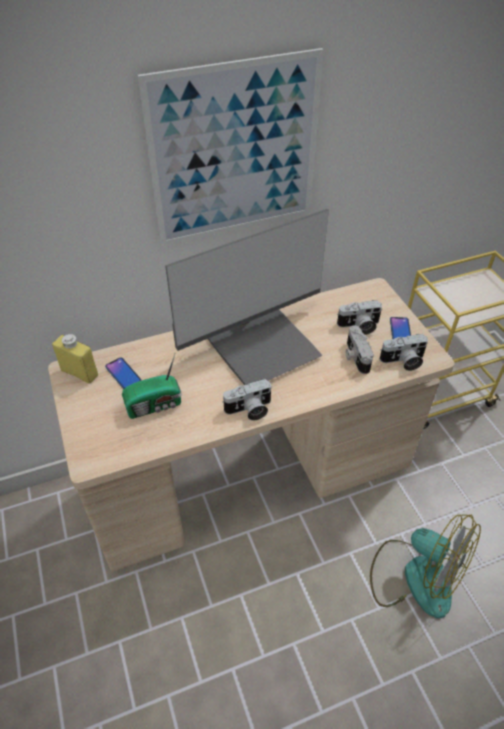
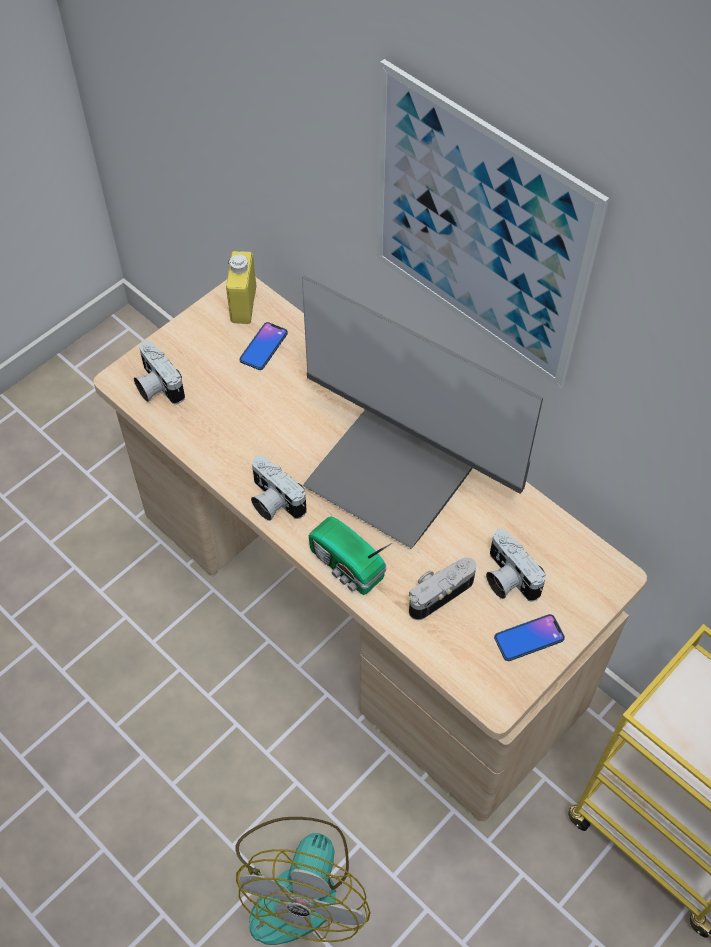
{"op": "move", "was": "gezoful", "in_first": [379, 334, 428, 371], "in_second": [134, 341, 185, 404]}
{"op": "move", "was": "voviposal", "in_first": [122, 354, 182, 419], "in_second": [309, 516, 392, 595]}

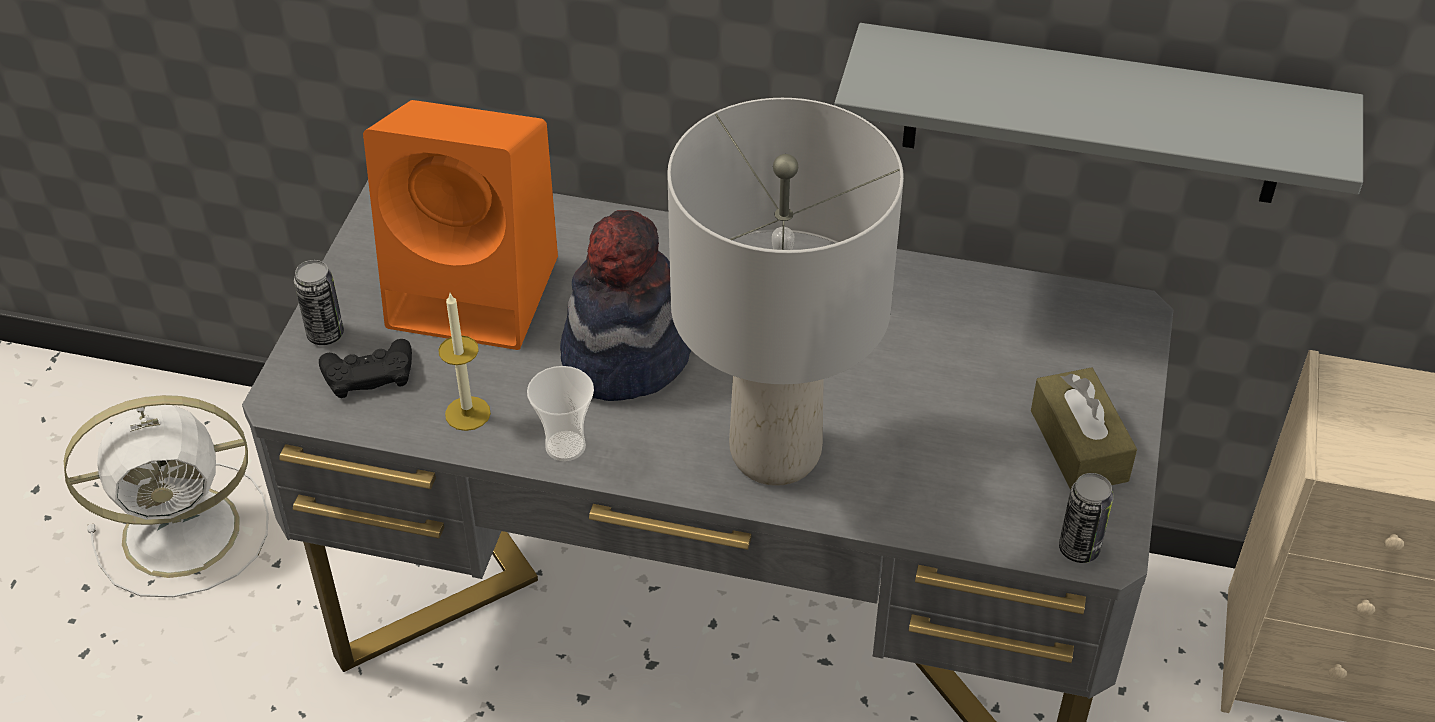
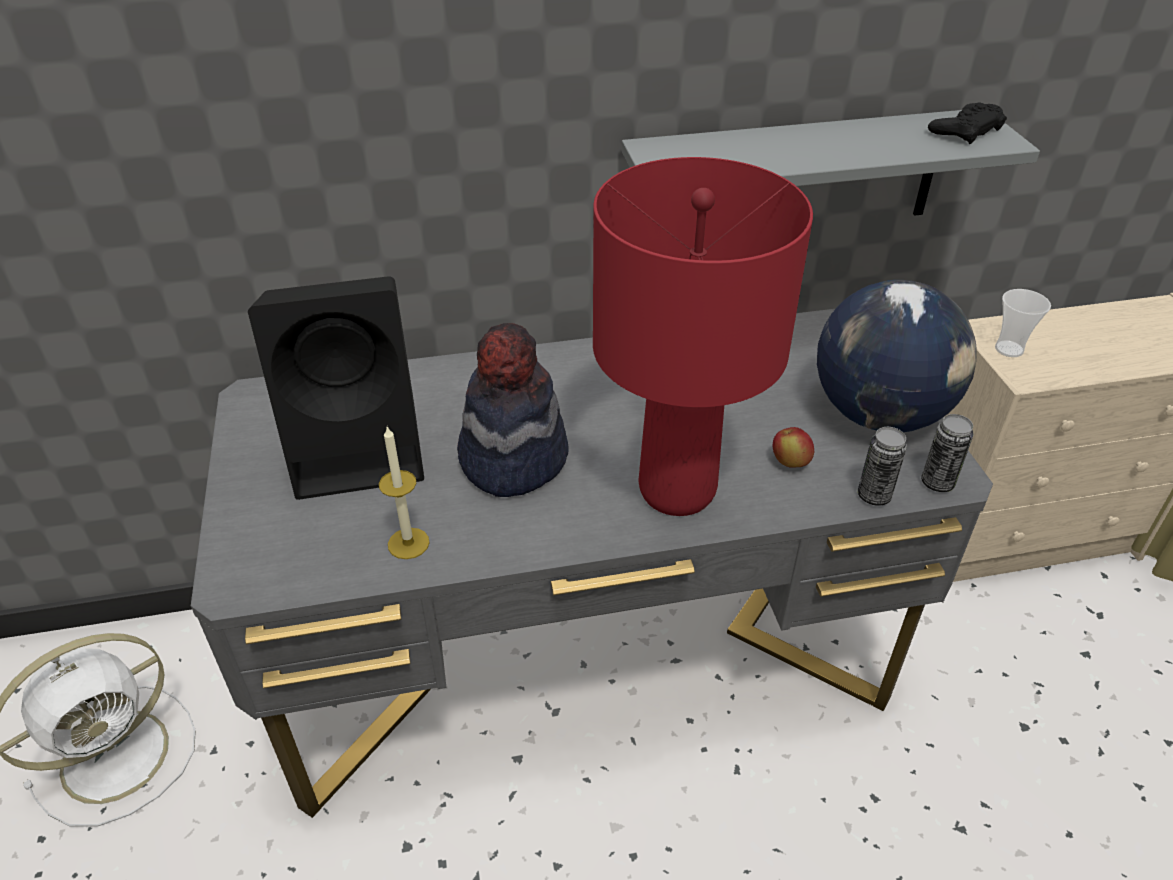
{"op": "recolor", "was": "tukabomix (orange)", "now": "tukabomix (black)", "in_first": [363, 100, 558, 350], "in_second": [248, 276, 424, 500]}
{"op": "recolor", "was": "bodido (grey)", "now": "bodido (red)", "in_first": [667, 98, 904, 486], "in_second": [593, 157, 813, 516]}
{"op": "insert", "now": "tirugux", "in_second": [773, 427, 814, 468]}
{"op": "replace", "was": "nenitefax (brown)", "now": "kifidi", "in_first": [1031, 367, 1137, 490], "in_second": [817, 280, 977, 432]}
{"op": "move", "was": "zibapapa", "in_first": [294, 260, 344, 345], "in_second": [858, 427, 907, 506]}
{"op": "move", "was": "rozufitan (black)", "in_first": [319, 339, 412, 398], "in_second": [928, 102, 1007, 144]}
{"op": "move", "was": "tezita", "in_first": [527, 366, 594, 461], "in_second": [995, 289, 1051, 357]}

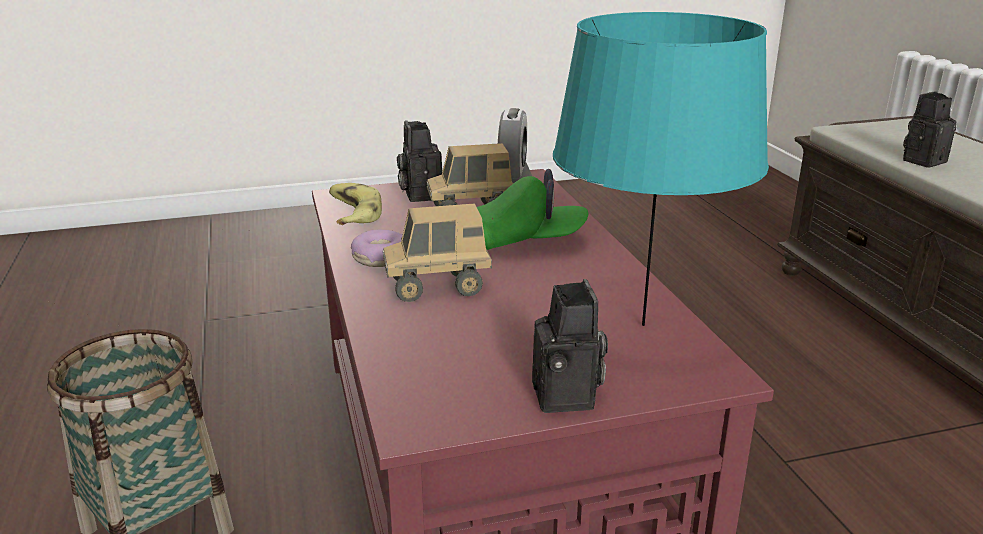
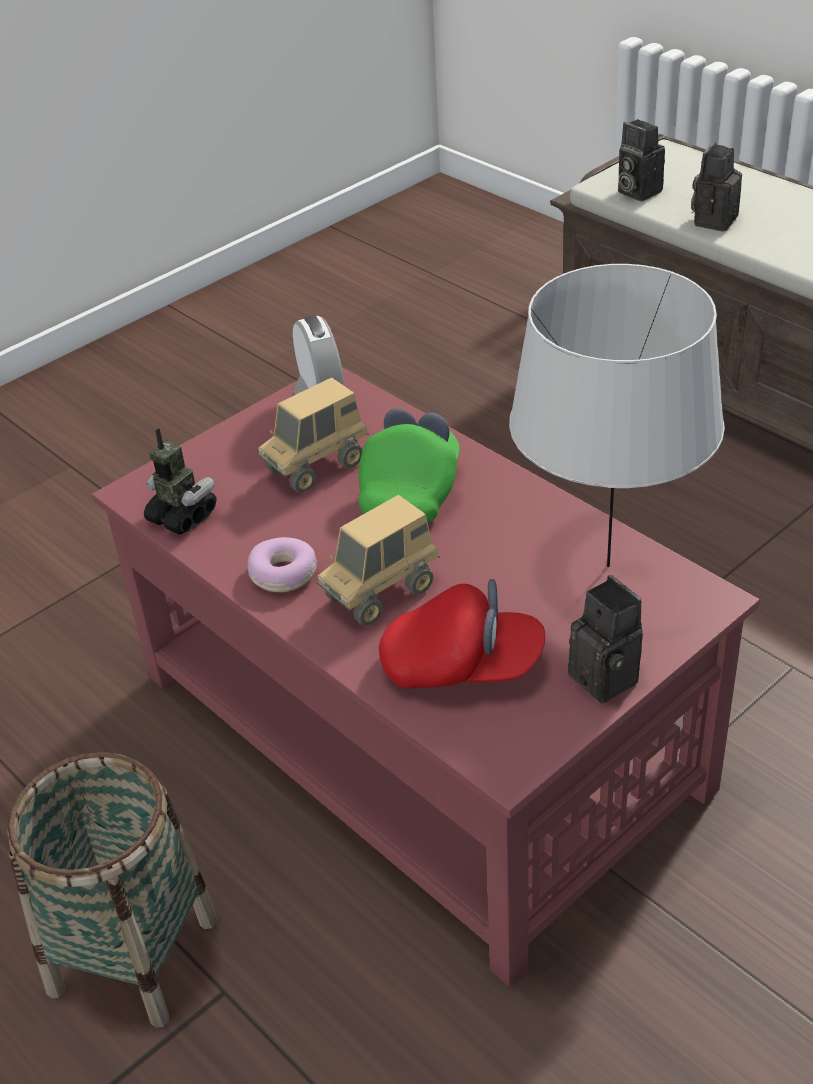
{"op": "replace", "was": "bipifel", "now": "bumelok", "in_first": [329, 183, 382, 225], "in_second": [144, 428, 217, 535]}
{"op": "rotate", "was": "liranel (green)", "in_first": [477, 169, 588, 250], "in_second": [358, 408, 460, 524], "clockwise": -45}
{"op": "insert", "now": "liranel (red)", "in_second": [379, 579, 545, 689]}
{"op": "recolor", "was": "bodido (turquoise)", "now": "bodido (grey)", "in_first": [553, 12, 769, 326], "in_second": [509, 264, 725, 567]}
{"op": "move", "was": "gezoful", "in_first": [397, 120, 442, 202], "in_second": [618, 119, 665, 201]}

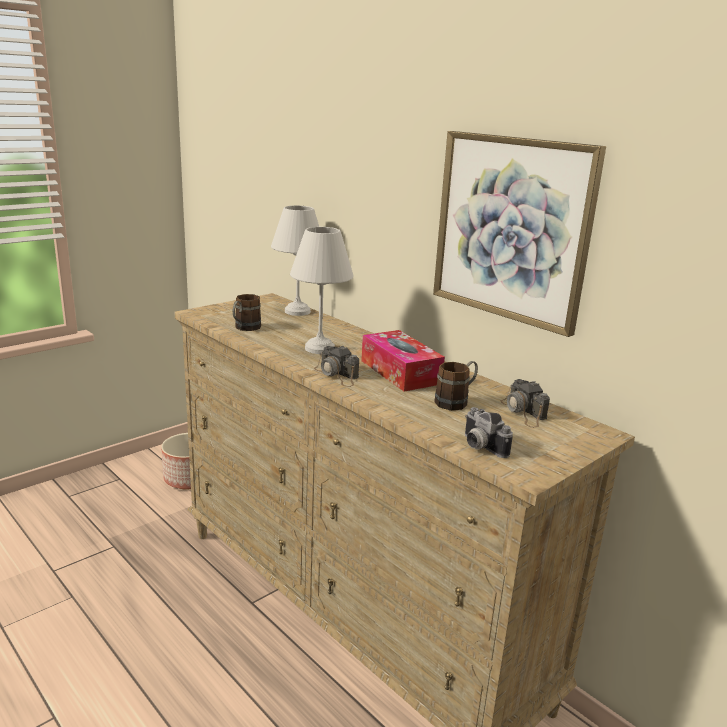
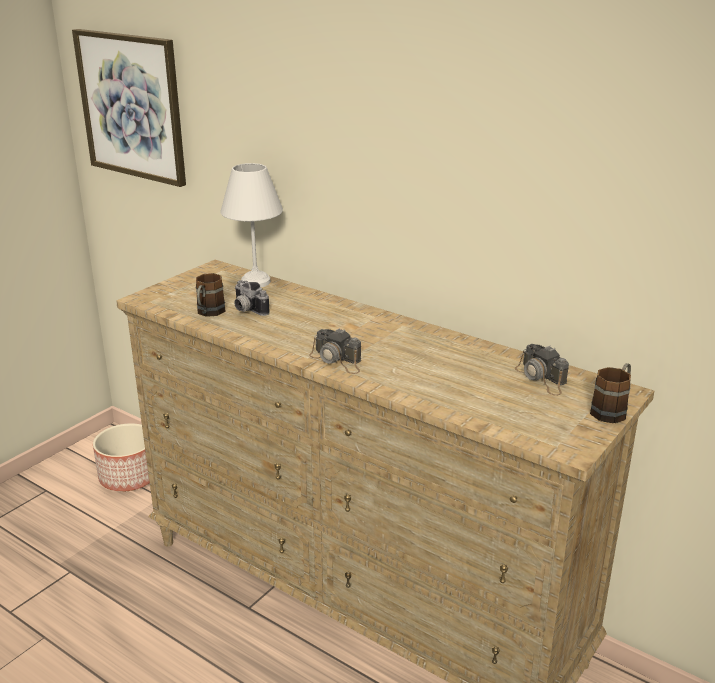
{"op": "move", "was": "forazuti", "in_first": [433, 131, 606, 337], "in_second": [72, 29, 186, 187]}
{"op": "move", "was": "gezoful", "in_first": [465, 407, 513, 458], "in_second": [234, 280, 270, 316]}
{"op": "move", "was": "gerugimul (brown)", "in_first": [434, 361, 478, 410], "in_second": [590, 363, 631, 423]}
{"op": "delete", "was": "bodido (white)", "in_first": [290, 227, 353, 354]}
{"op": "delete", "was": "nenitefax", "in_first": [361, 330, 445, 392]}

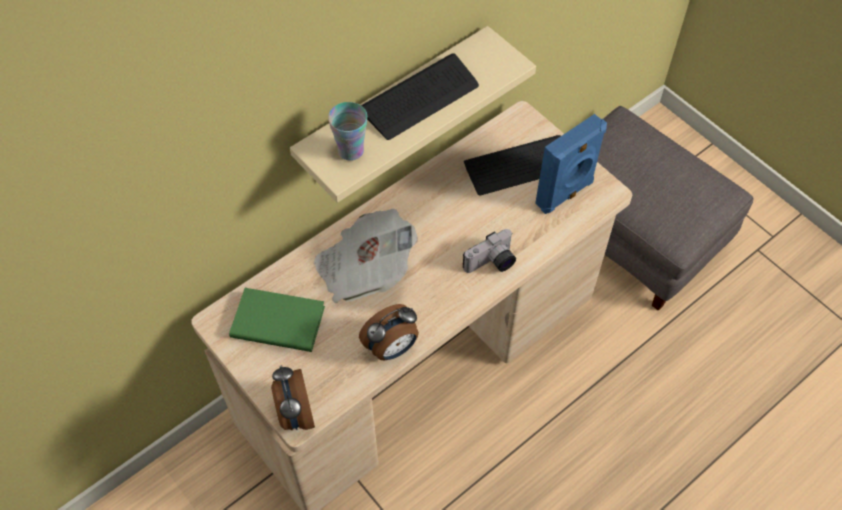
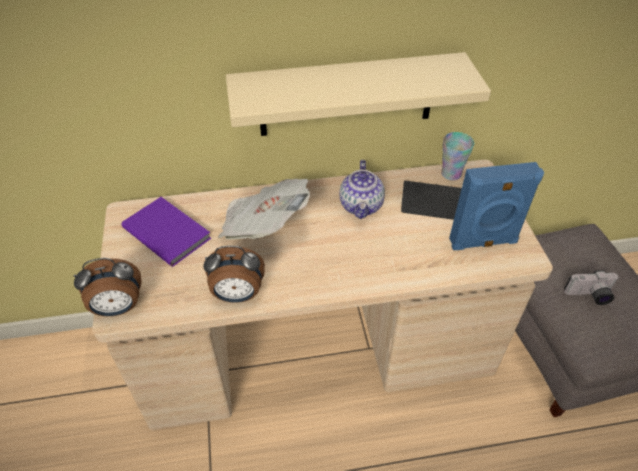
{"op": "rotate", "was": "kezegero", "in_first": [271, 365, 315, 430], "in_second": [73, 258, 142, 316], "clockwise": -120}
{"op": "recolor", "was": "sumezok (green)", "now": "sumezok (purple)", "in_first": [229, 288, 325, 352], "in_second": [122, 197, 211, 267]}
{"op": "insert", "now": "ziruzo", "in_second": [339, 160, 385, 219]}
{"op": "move", "was": "tezita", "in_first": [328, 102, 367, 161], "in_second": [441, 132, 474, 180]}
{"op": "move", "was": "gezoful", "in_first": [463, 229, 516, 273], "in_second": [564, 270, 619, 305]}
{"op": "delete", "was": "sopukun", "in_first": [361, 53, 479, 140]}

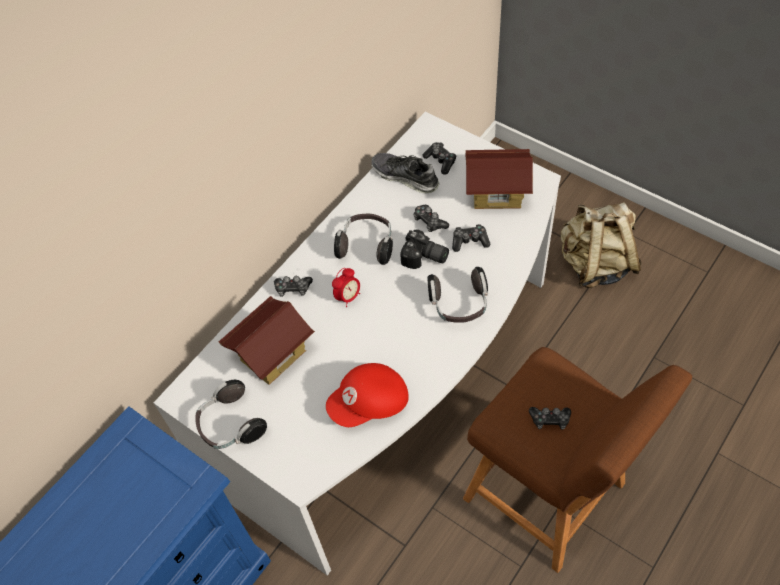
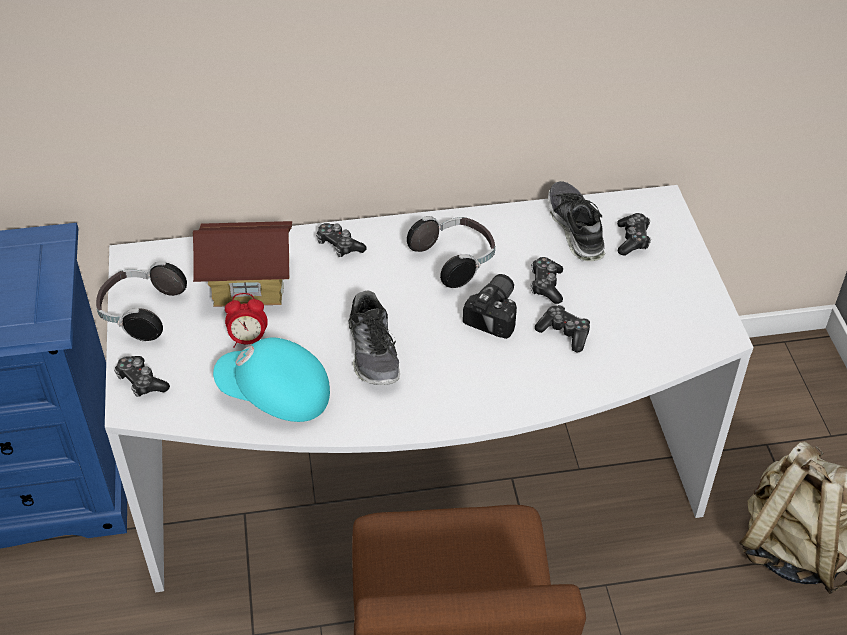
{"op": "move", "was": "rozufitan", "in_first": [529, 407, 571, 430], "in_second": [114, 356, 170, 397]}
{"op": "recolor", "was": "liranel (red)", "now": "liranel (turquoise)", "in_first": [326, 363, 409, 427], "in_second": [213, 337, 330, 422]}
{"op": "move", "was": "kezegero", "in_first": [332, 268, 360, 307], "in_second": [225, 293, 268, 348]}
{"op": "insert", "now": "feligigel", "in_second": [349, 291, 400, 385]}
{"op": "rotate", "was": "gezoful", "in_first": [400, 229, 449, 269], "in_second": [463, 274, 517, 339], "clockwise": -135}
{"op": "delete", "was": "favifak", "in_first": [427, 267, 488, 323]}
{"op": "delete", "was": "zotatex", "in_first": [465, 149, 533, 209]}

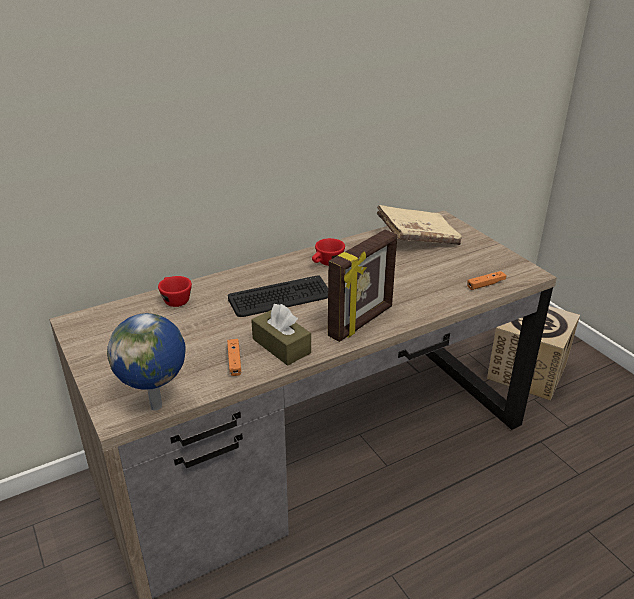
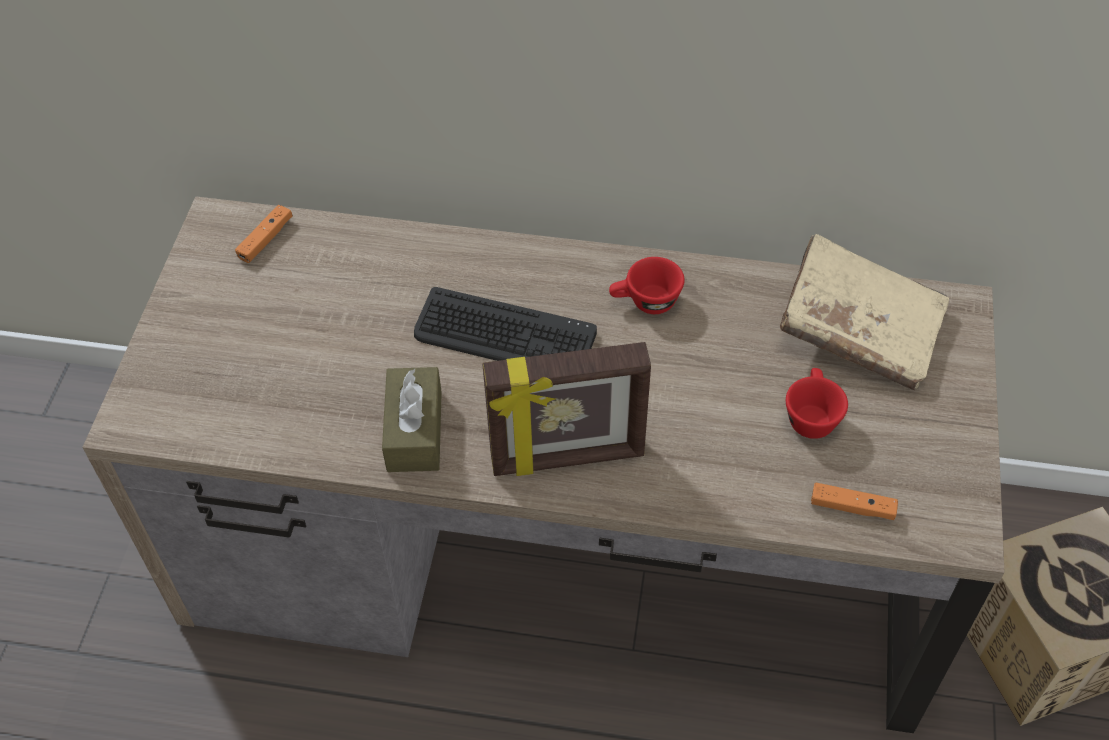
{"op": "move", "was": "rozufitan (orange)", "in_first": [227, 339, 241, 376], "in_second": [235, 205, 293, 263]}
{"op": "move", "was": "tezita (red)", "in_first": [158, 276, 192, 307], "in_second": [786, 368, 848, 439]}
{"op": "delete", "was": "kifidi", "in_first": [107, 313, 186, 411]}

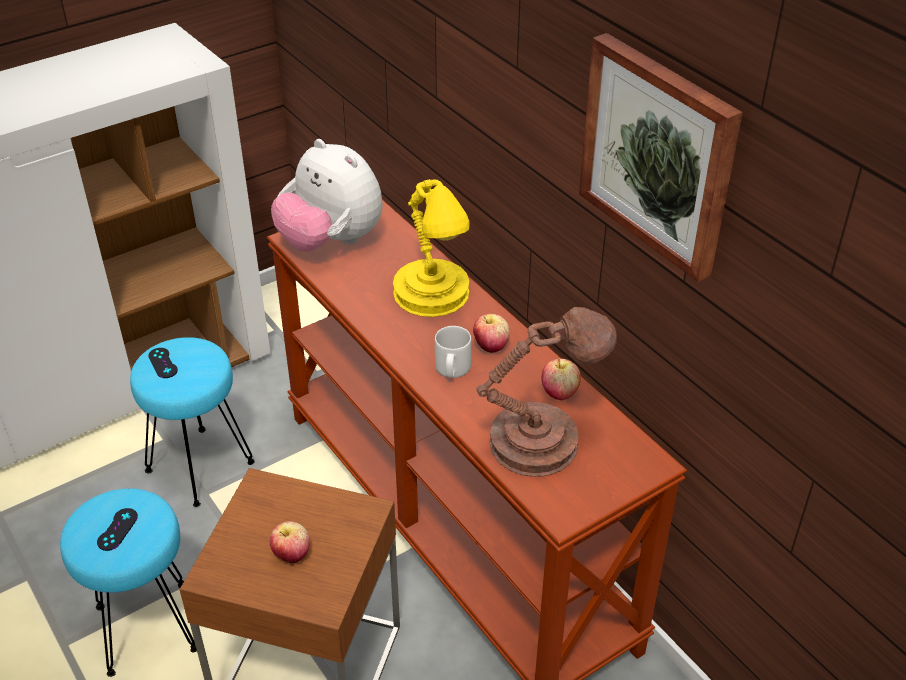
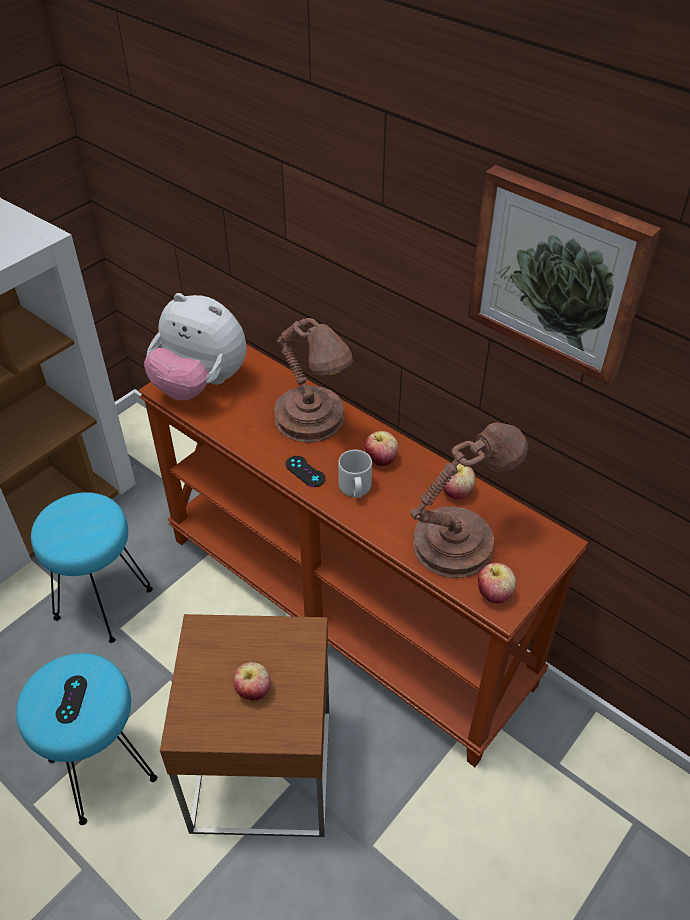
{"op": "recolor", "was": "bodido (yellow)", "now": "bodido (brown)", "in_first": [393, 179, 470, 317], "in_second": [274, 318, 353, 443]}
{"op": "move", "was": "rozufitan (black)", "in_first": [148, 348, 178, 378], "in_second": [285, 456, 326, 487]}
{"op": "insert", "now": "tirugux", "in_second": [478, 563, 516, 603]}

